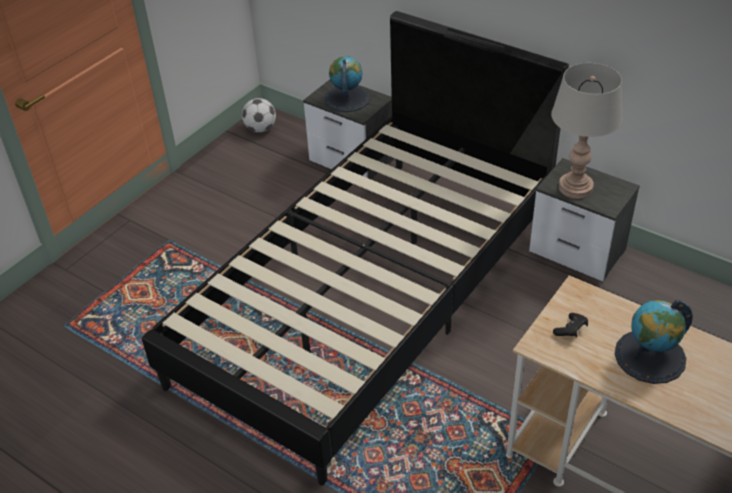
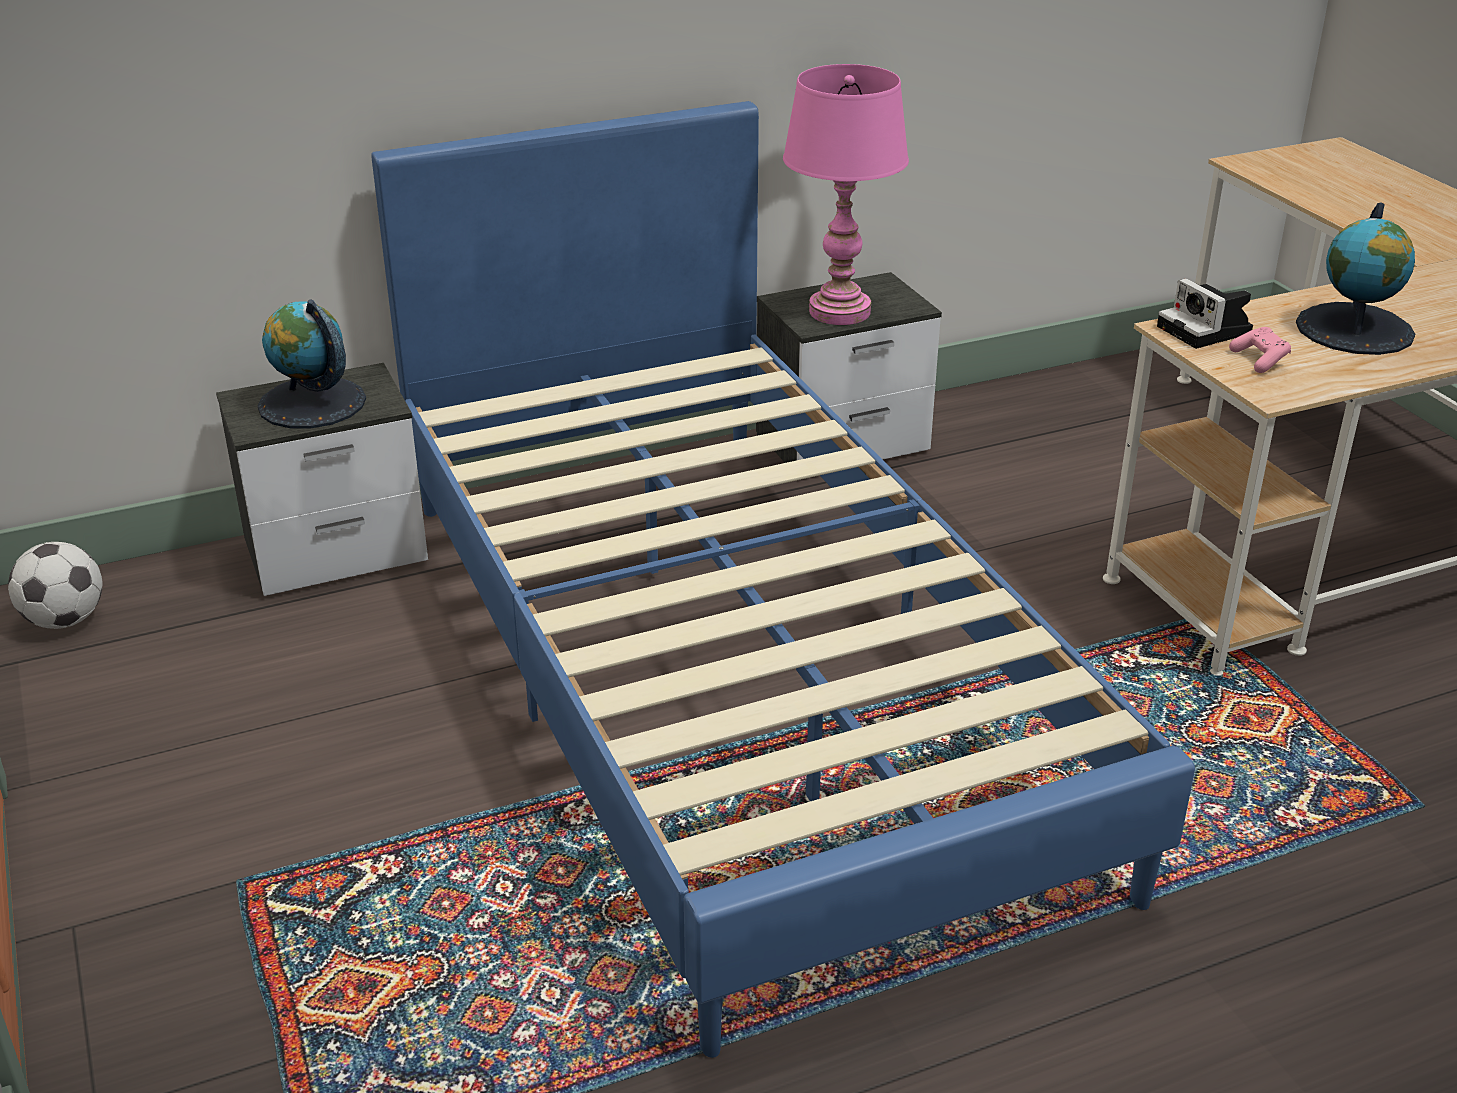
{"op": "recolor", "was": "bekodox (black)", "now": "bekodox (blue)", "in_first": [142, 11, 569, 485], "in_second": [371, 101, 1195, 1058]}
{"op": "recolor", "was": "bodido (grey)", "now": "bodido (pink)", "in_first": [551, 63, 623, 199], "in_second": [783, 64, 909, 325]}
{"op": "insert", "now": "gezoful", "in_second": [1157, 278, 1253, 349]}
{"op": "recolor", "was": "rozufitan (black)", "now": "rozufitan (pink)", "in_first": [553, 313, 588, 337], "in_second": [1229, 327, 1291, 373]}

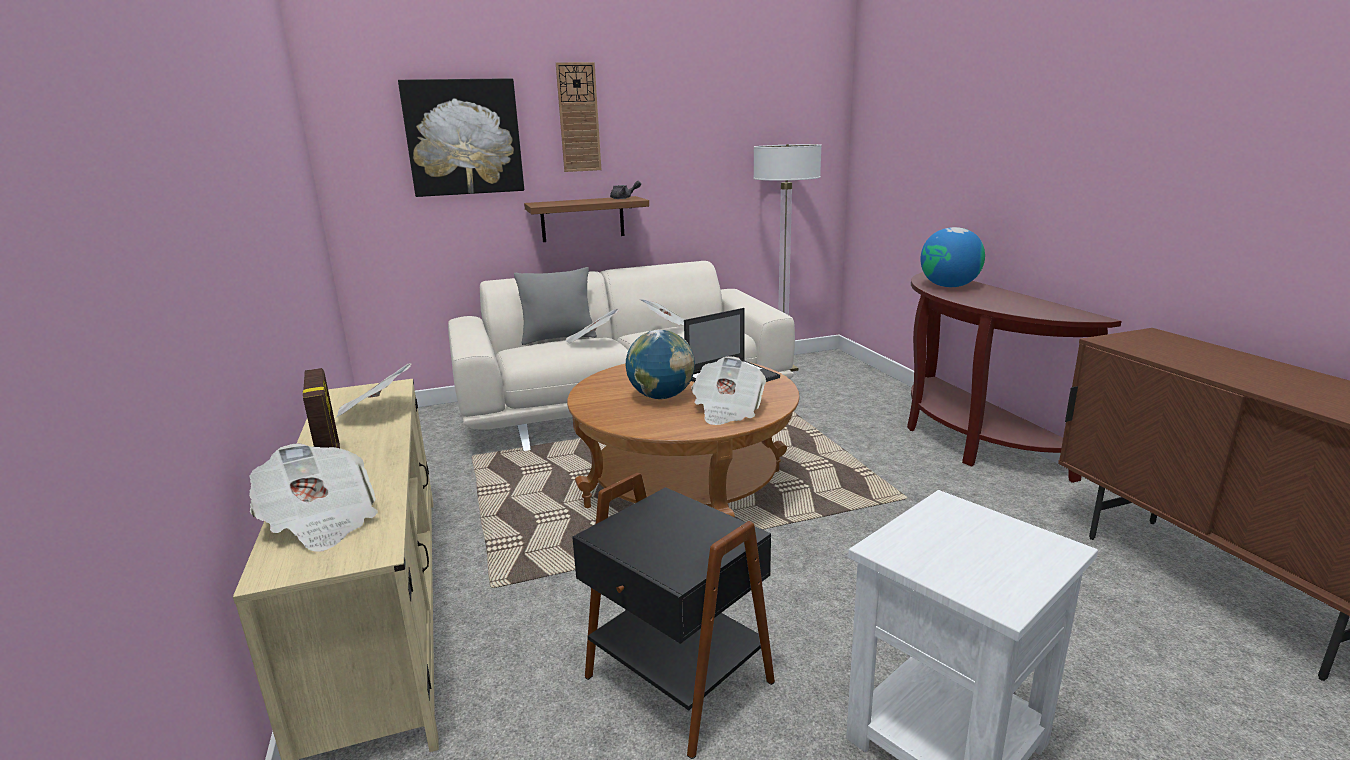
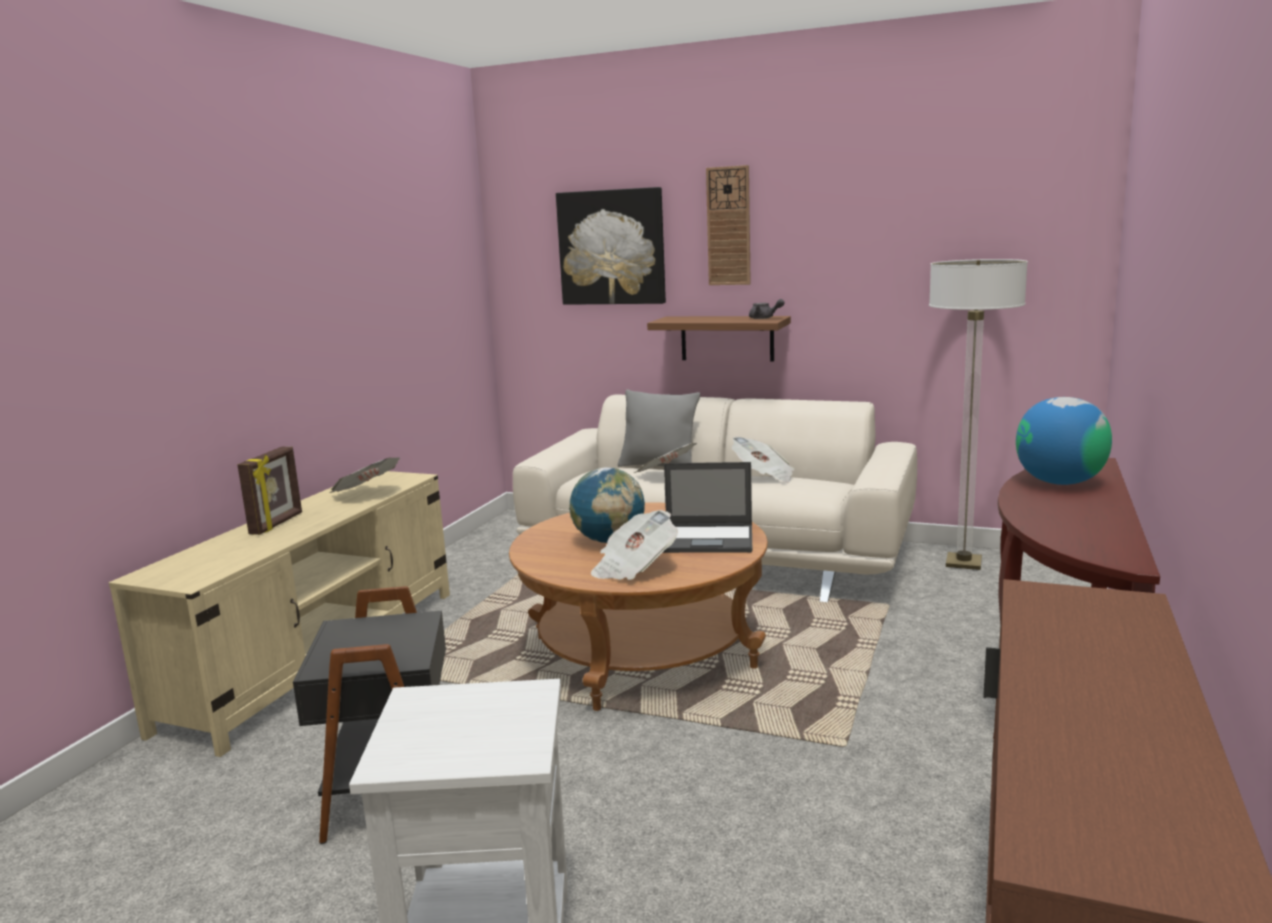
{"op": "delete", "was": "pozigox", "in_first": [249, 443, 378, 551]}

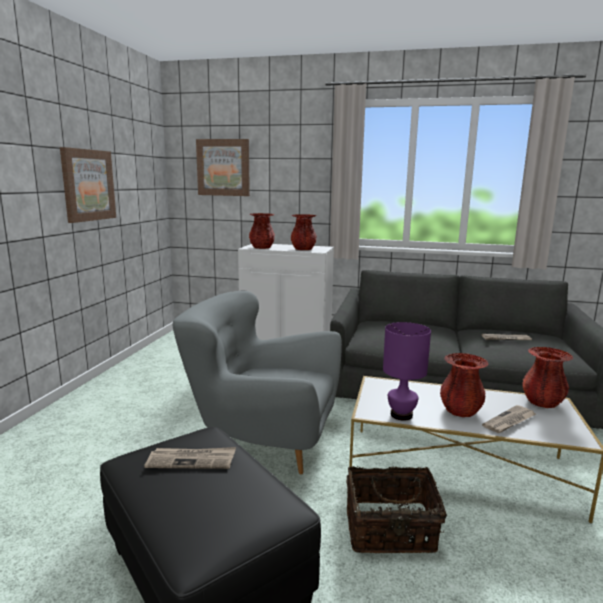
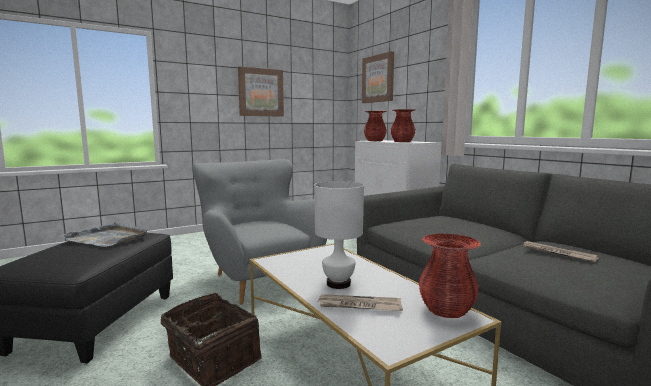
{"op": "replace", "was": "pozigox", "now": "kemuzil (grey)", "in_first": [144, 447, 236, 469], "in_second": [61, 222, 149, 247]}
{"op": "replace", "was": "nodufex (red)", "now": "bodido (white)", "in_first": [440, 353, 488, 417], "in_second": [314, 181, 364, 289]}
{"op": "delete", "was": "bodido (purple)", "in_first": [383, 322, 431, 421]}

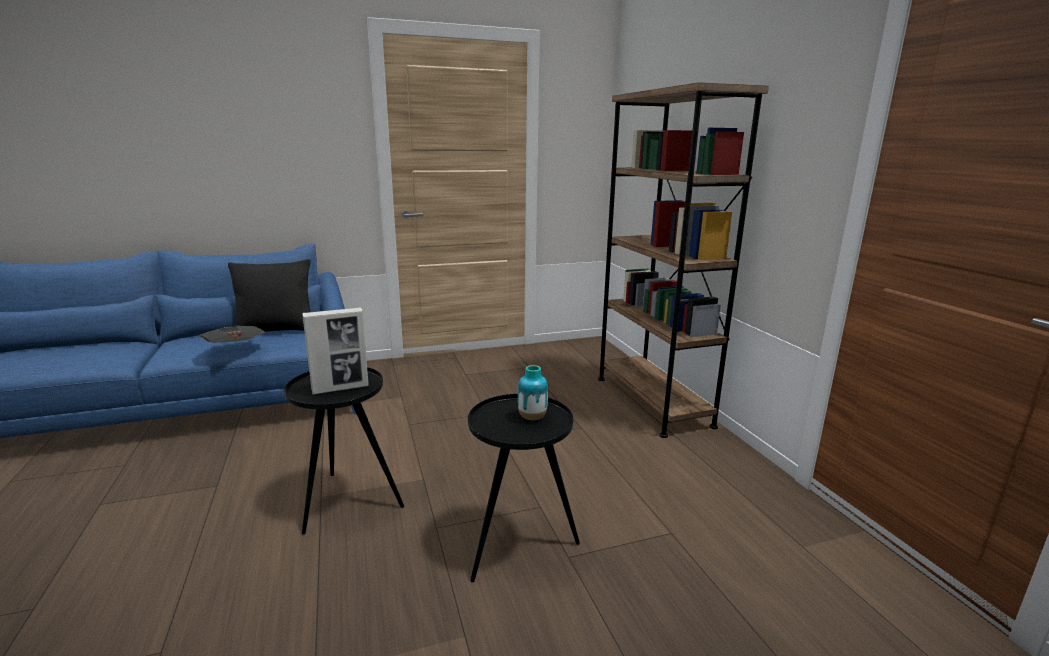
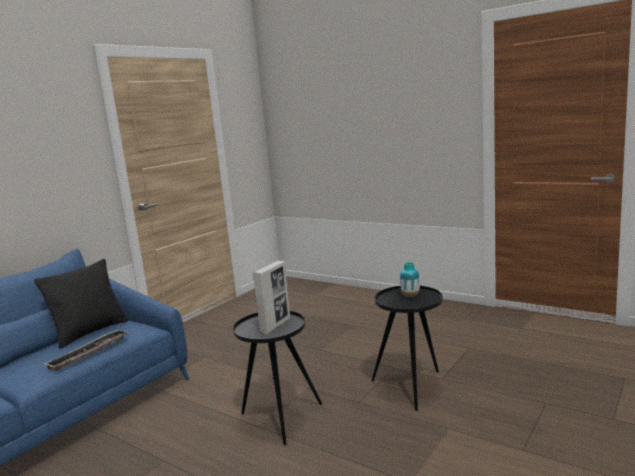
{"op": "replace", "was": "pozigox", "now": "kemuzil", "in_first": [197, 326, 266, 343], "in_second": [44, 329, 127, 371]}
{"op": "delete", "was": "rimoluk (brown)", "in_first": [598, 82, 769, 438]}

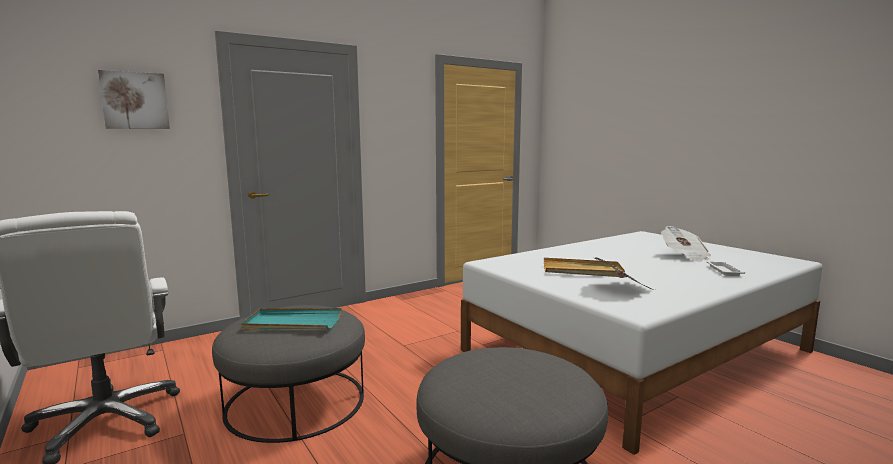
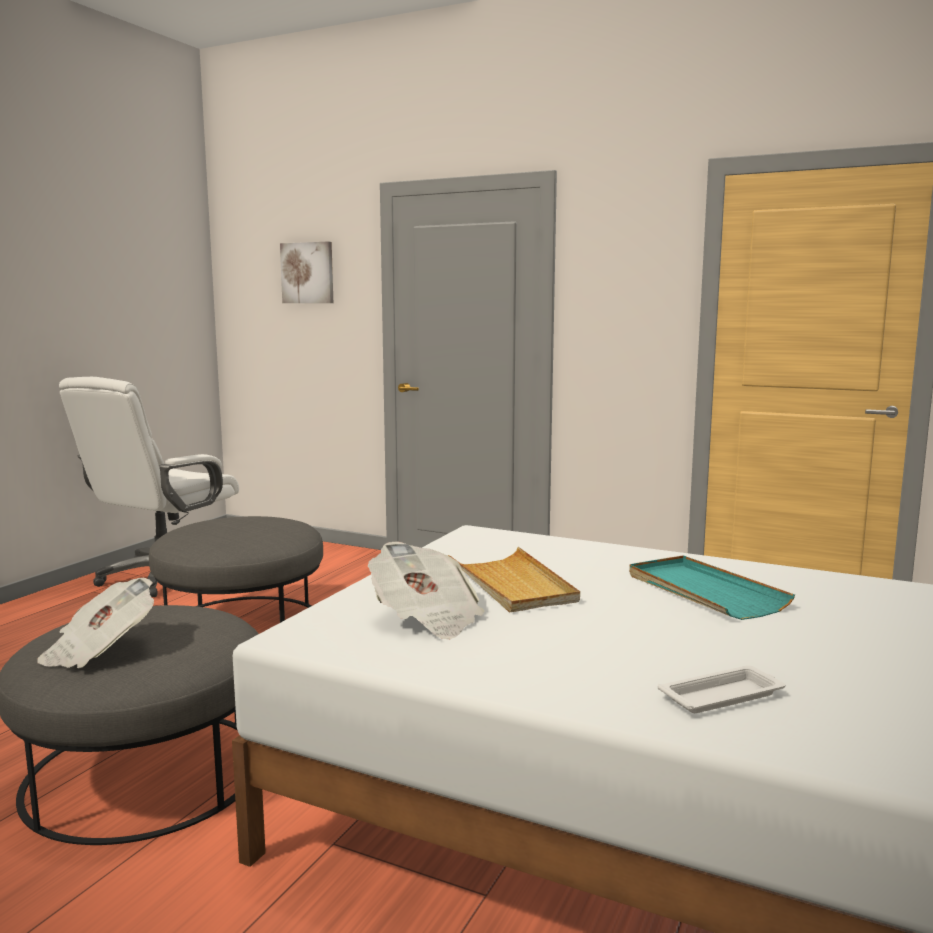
{"op": "move", "was": "pozigox", "in_first": [661, 226, 711, 262], "in_second": [37, 578, 154, 668]}
{"op": "move", "was": "kemuzil (turquoise)", "in_first": [241, 308, 342, 331], "in_second": [629, 555, 795, 620]}

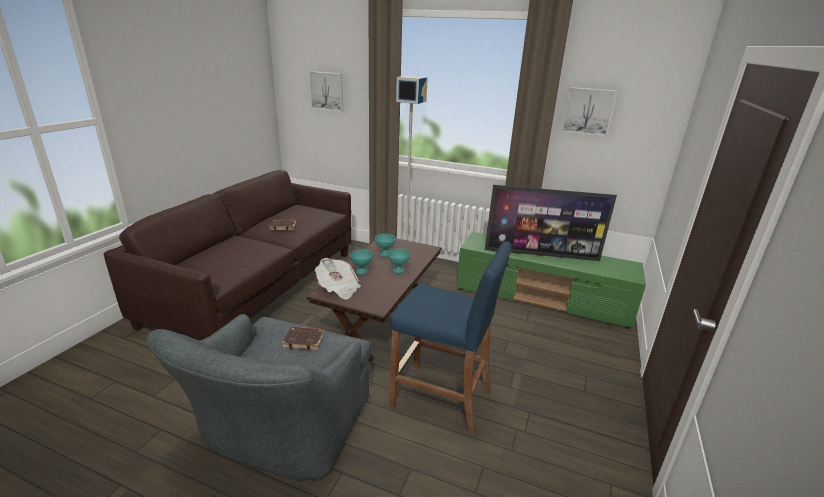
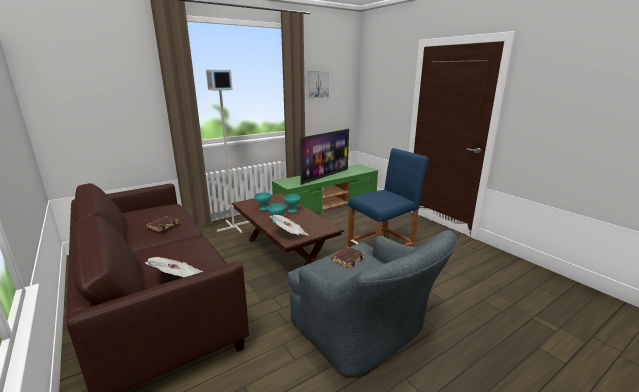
{"op": "insert", "now": "pozigox", "in_second": [145, 257, 204, 277]}
{"op": "delete", "was": "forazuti", "in_first": [309, 71, 343, 111]}

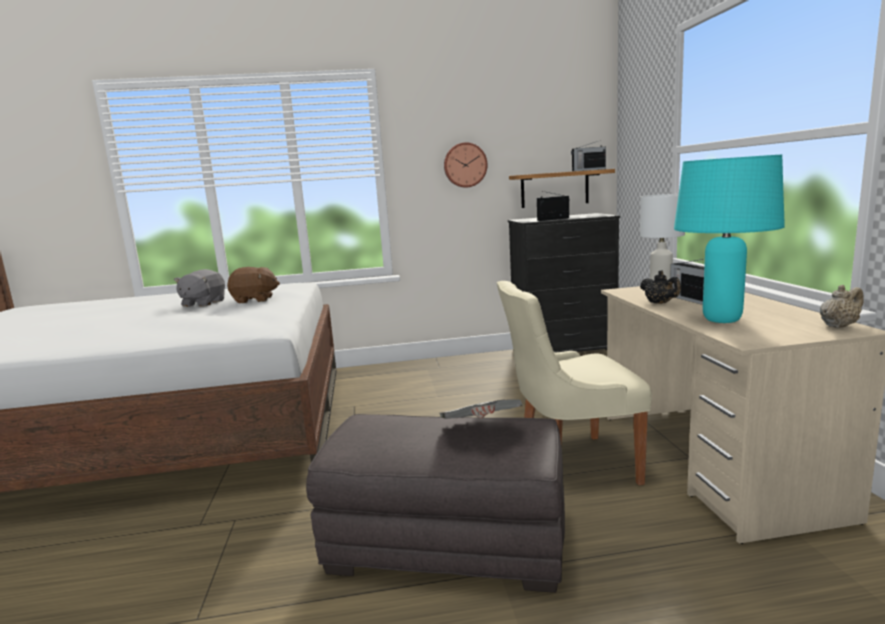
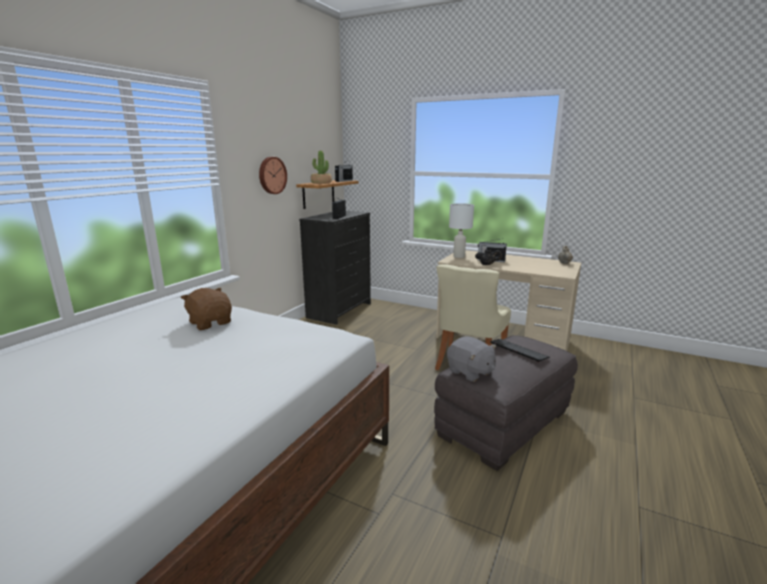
{"op": "rotate", "was": "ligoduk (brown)", "in_first": [227, 267, 280, 303], "in_second": [181, 288, 232, 330], "clockwise": -75}
{"op": "insert", "now": "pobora", "in_second": [311, 150, 332, 184]}
{"op": "move", "was": "ligoduk (grey)", "in_first": [174, 269, 225, 307], "in_second": [447, 336, 496, 382]}
{"op": "replace", "was": "pozigox", "now": "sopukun", "in_first": [440, 399, 523, 419], "in_second": [490, 339, 550, 362]}
{"op": "delete", "was": "bodido (turquoise)", "in_first": [674, 155, 785, 323]}

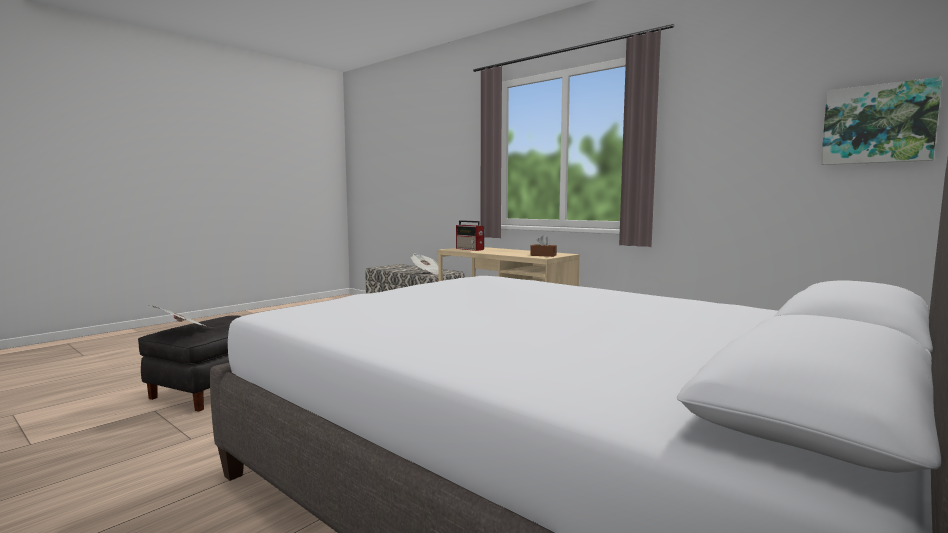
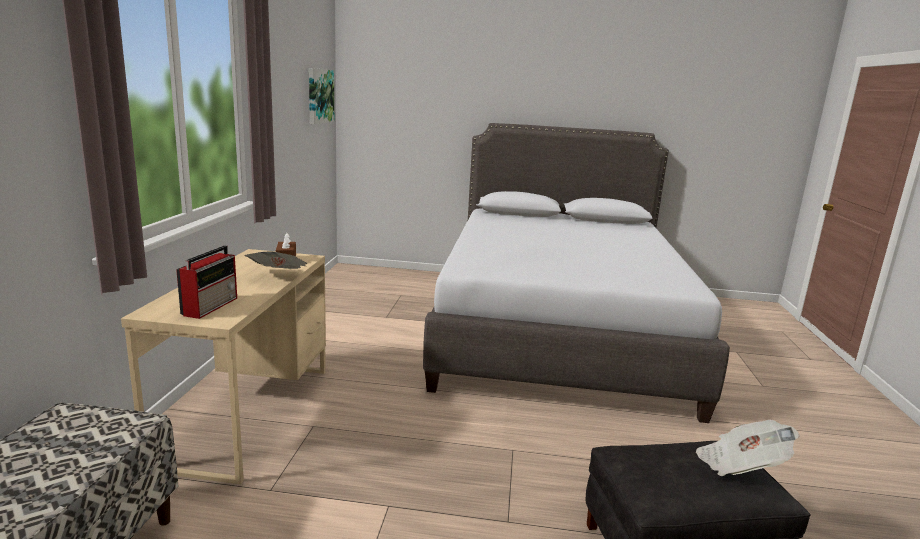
{"op": "move", "was": "pozigox", "in_first": [411, 254, 438, 275], "in_second": [244, 252, 307, 269]}

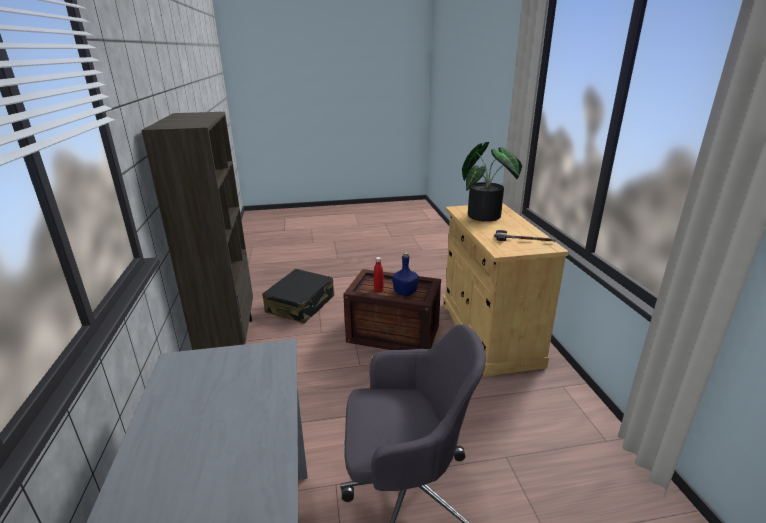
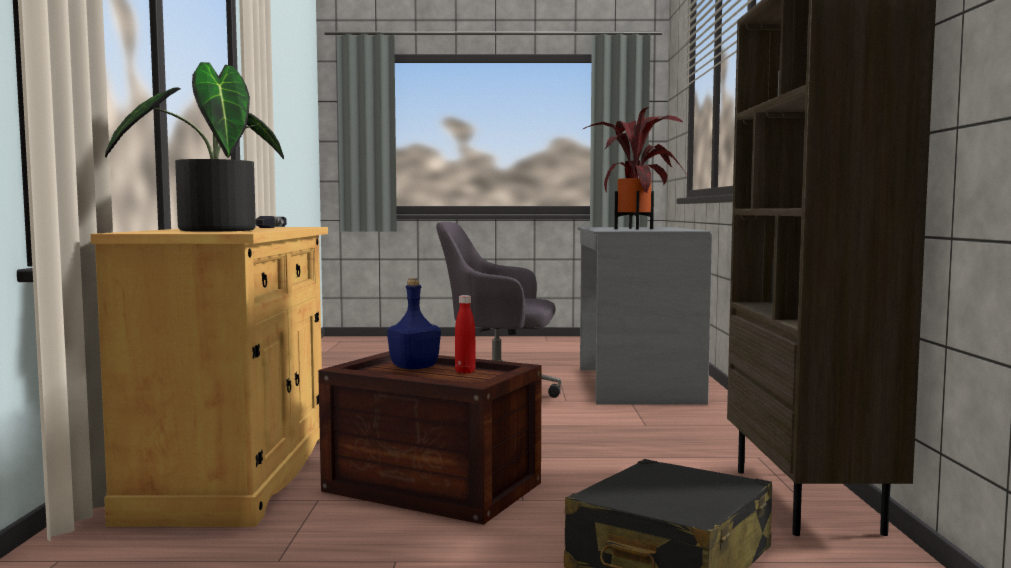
{"op": "insert", "now": "pobora", "in_second": [583, 107, 688, 230]}

